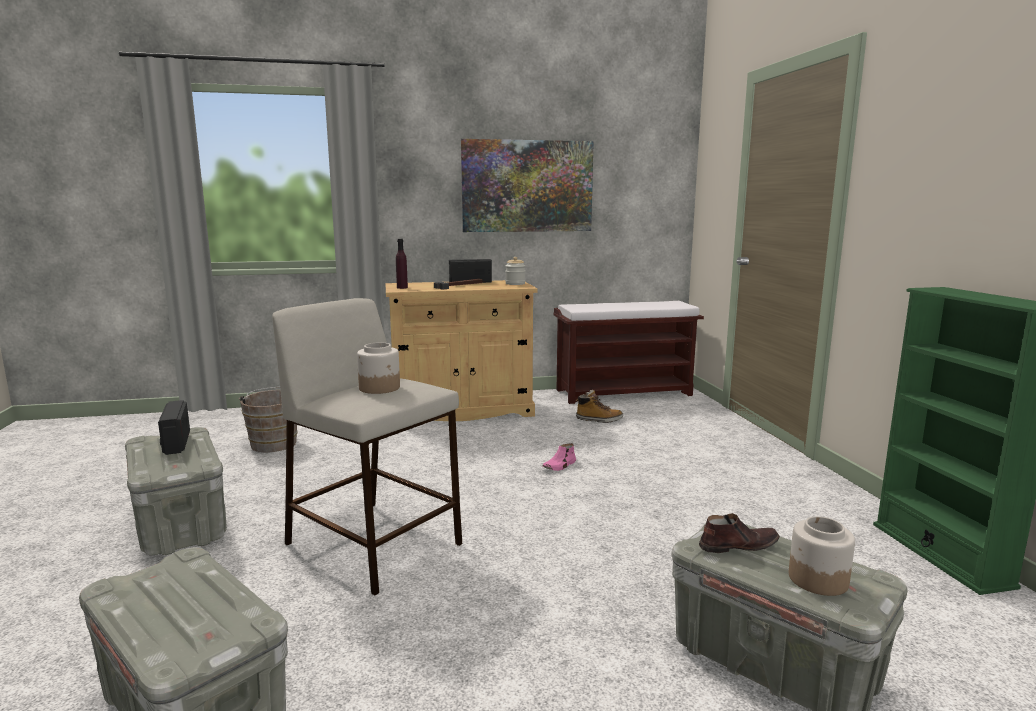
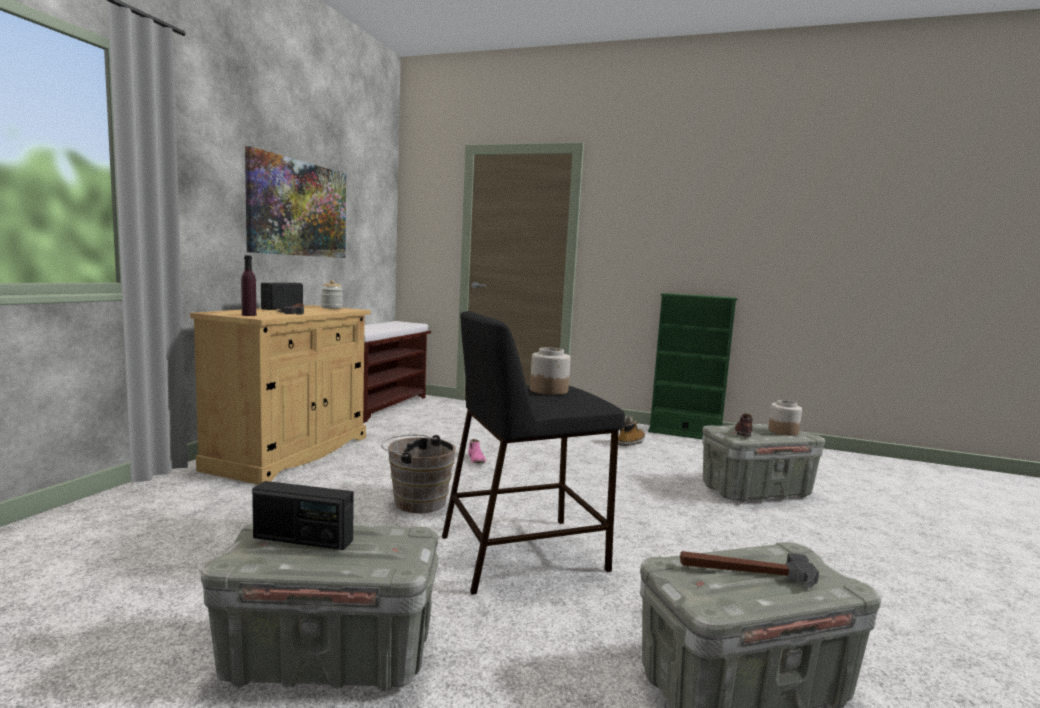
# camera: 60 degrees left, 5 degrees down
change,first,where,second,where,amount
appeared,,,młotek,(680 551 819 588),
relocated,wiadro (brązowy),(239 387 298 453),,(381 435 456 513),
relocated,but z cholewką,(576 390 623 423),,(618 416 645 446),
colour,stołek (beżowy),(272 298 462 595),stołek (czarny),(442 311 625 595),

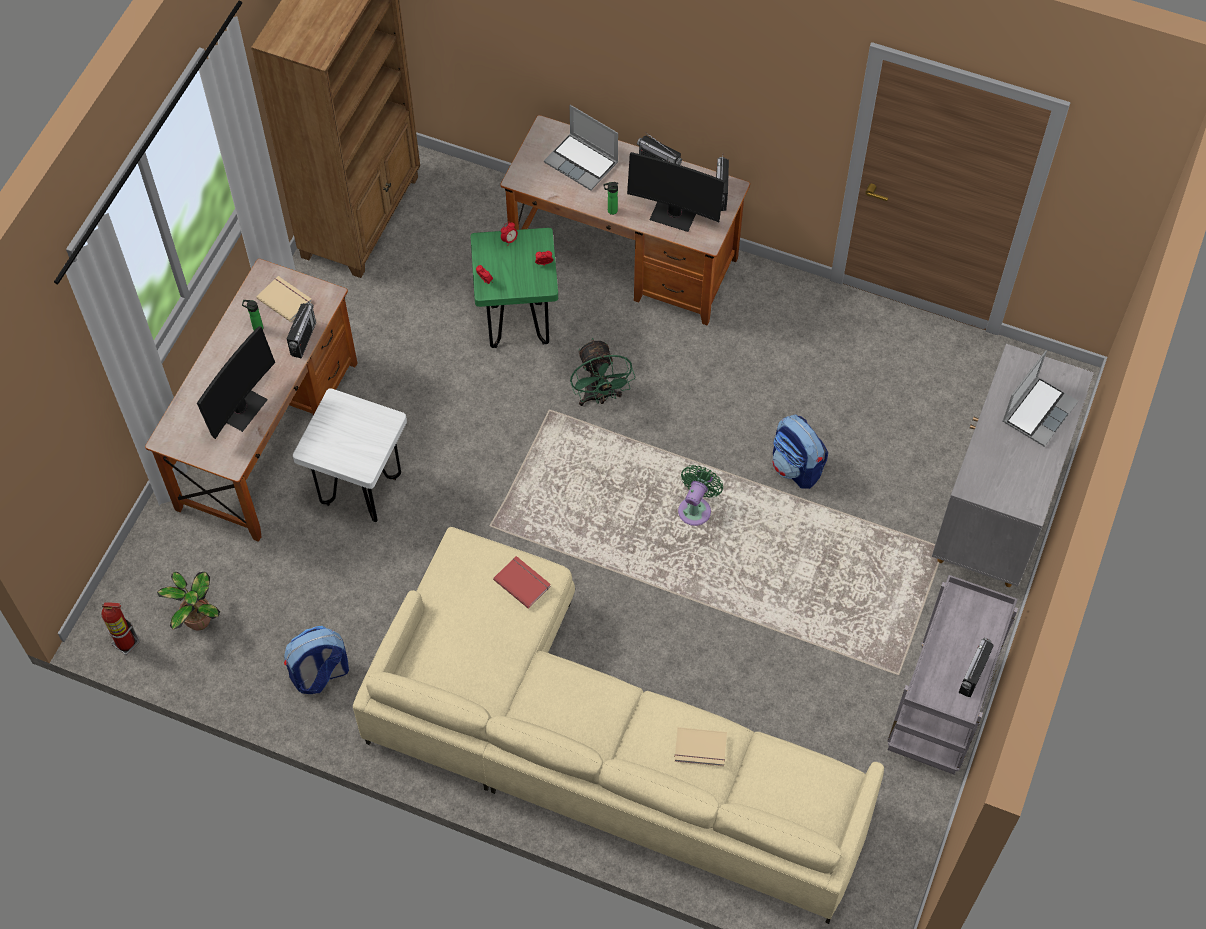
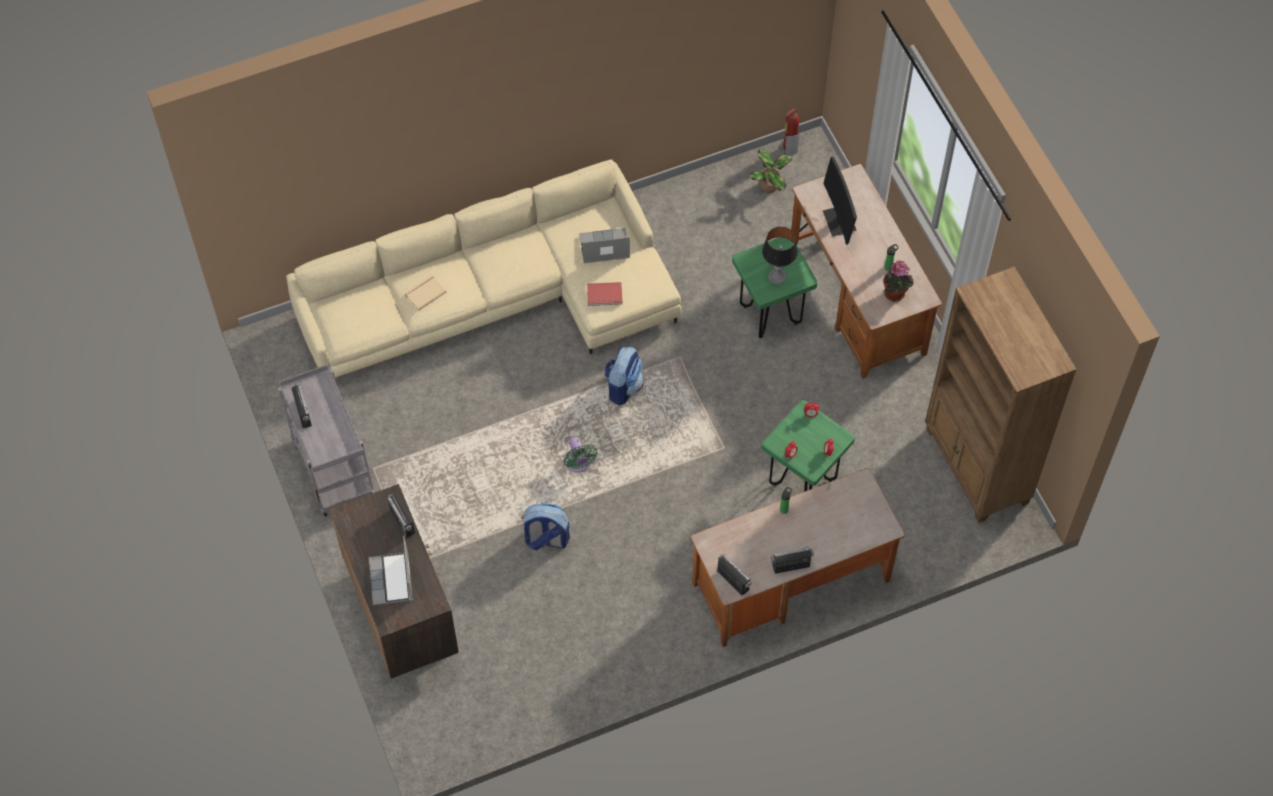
# camera: 135 degrees right, 0 degrees up
change,first,where,second,where,amount
missing,wentylator (zielony),(570 338 635 406),,,
missing,monitor,(627 152 724 232),,,
appeared,,,lampa stołowa,(762 227 798 284),
relocated,plecak,(284 626 349 694),,(605 347 644 405),
relocated,radio,(287 302 316 359),,(387 494 415 538),
relocated,laptop,(544 105 618 191),,(579 228 630 263),
exchanged,książka (beżowy),(256 276 312 322),roślina doniczkowa,(884 260 914 302),
colour,stołek (biały),(293 389 407 522),stołek (zielony),(732 237 817 338),
colour,szafka (szary),(932 344 1094 587),szafka (brązowy),(330 484 459 679),

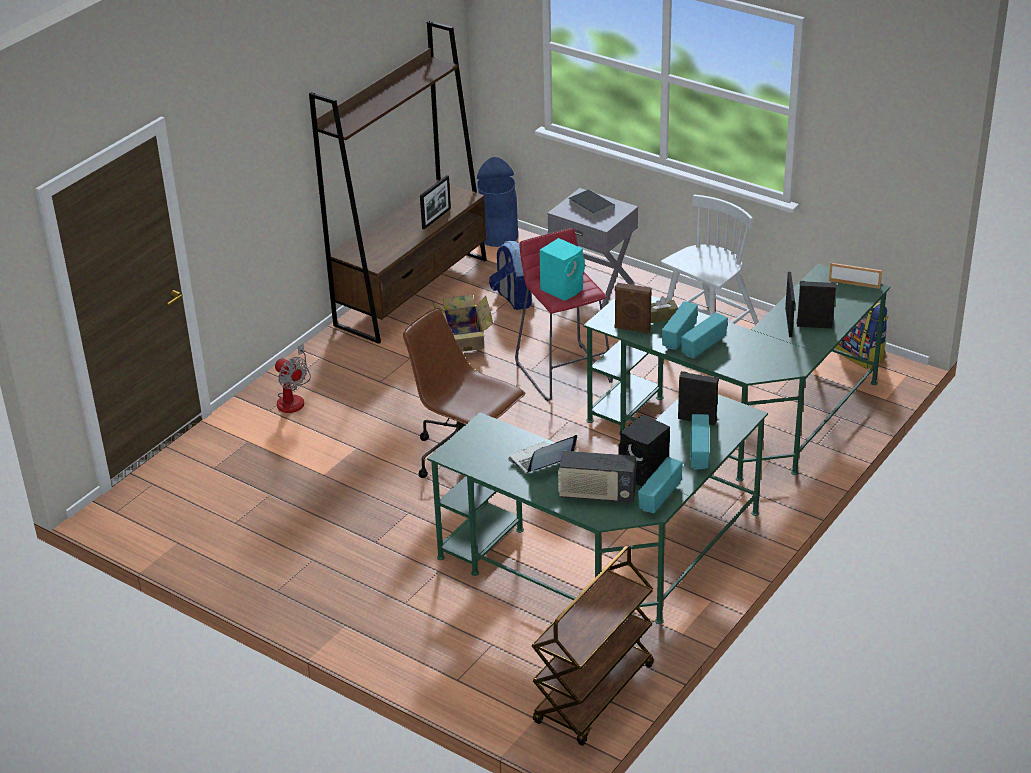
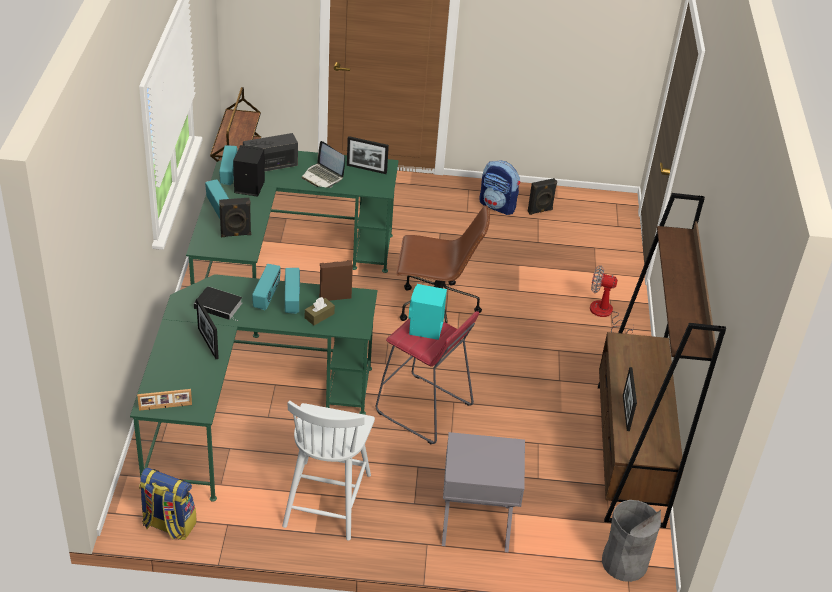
# camera: 145 degrees right, 5 degrees up
change,first,where,second,where,amount
missing,karton,(433 295 493 352),,,
appeared,,,ramka na zdjęcie,(347 136 389 174),
relocated,plecak,(489 241 532 310),,(479 160 520 215),
relocated,książka,(568 189 614 219),,(194 286 242 321),
relocated,głośnik (czarny),(797 281 837 329),,(528 178 557 215),
colour,kosz na śmieci (niebieski),(477 157 518 247),kosz na śmieci (szary),(602 500 661 582),
spun,laptop,(508 435 577 473),,(302 141 345 188),105 degrees clockwise

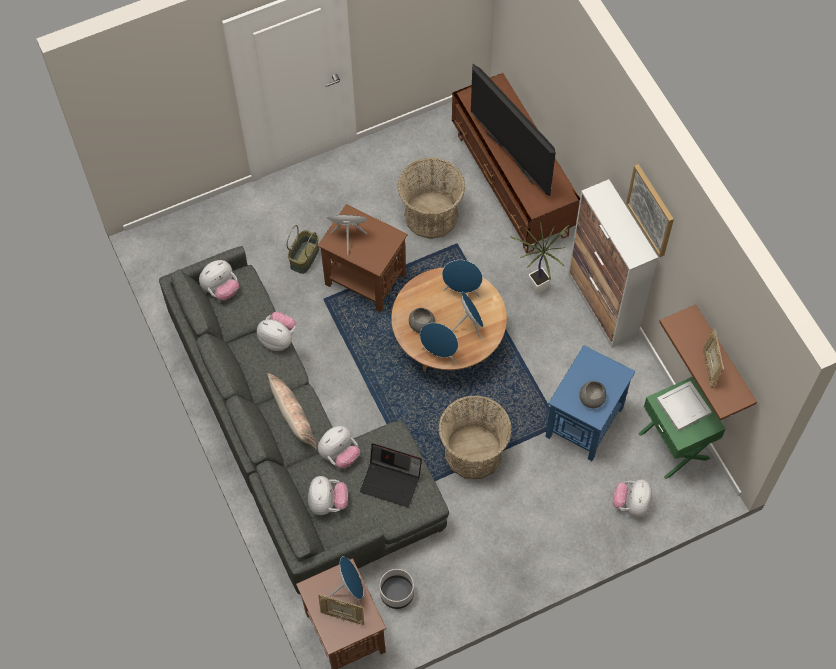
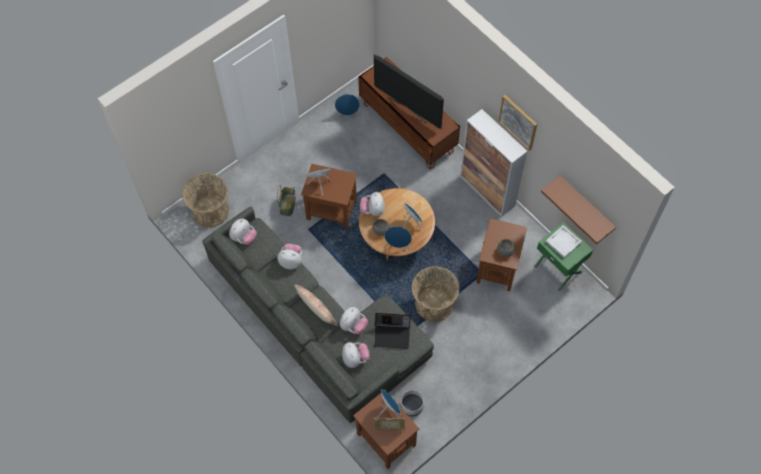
# camera: 15 degrees left, 0 degrees up
change,first,where,second,where,amount
missing,roślina doniczkowa,(511 221 569 295),,,
missing,ramka na zdjęcie,(703 328 724 388),,,
relocated,koszyk,(398 157 465 239),,(182 173 229 227),
relocated,głośnik (niebieski),(442 260 483 297),,(335 94 360 117),
relocated,pluszak,(613 479 652 517),,(360 192 385 216),
colour,stolik (niebieski),(545 345 636 461),stolik (brązowy),(476 218 527 291),

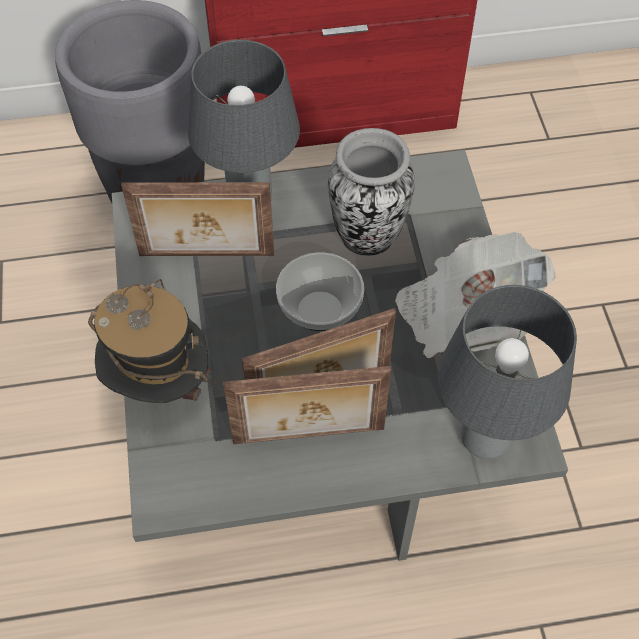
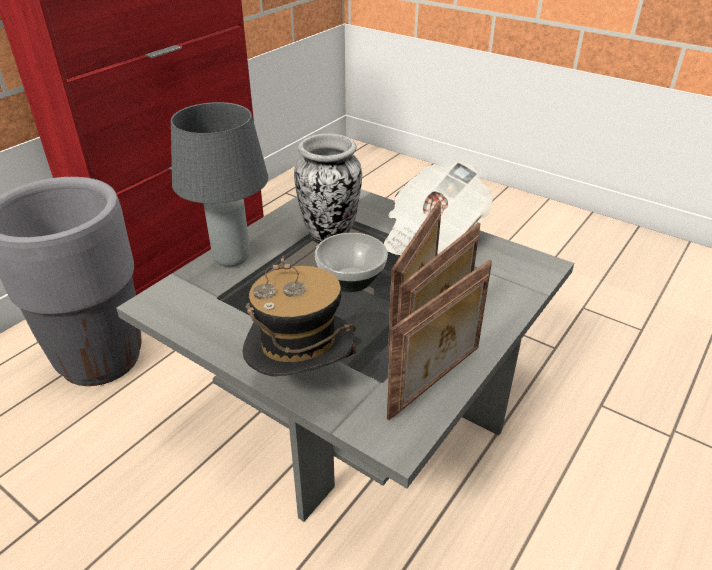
# camera: 45 degrees left, 20 degrees down
change,first,where,second,where,amount
missing,lampa stołowa (szary),(437 285 577 459),,,
relocated,ramka na zdjęcie,(121 182 274 256),,(386 260 492 421),

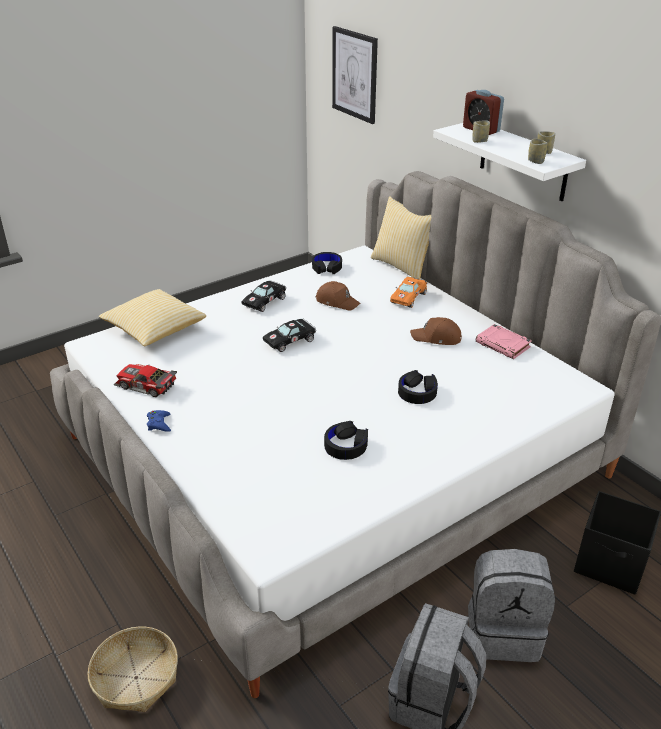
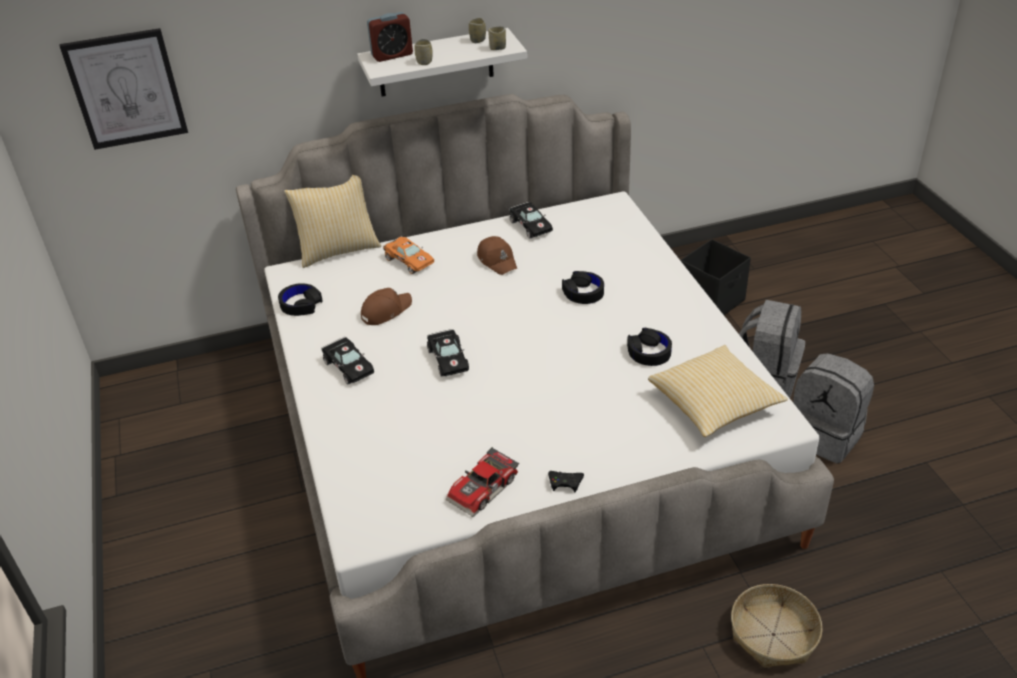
# camera: 70 degrees left, 5 degrees up
change,first,where,second,where,amount
relocated,poduszka,(99 289 206 346),,(648 345 788 437),
exchanged,książka (różowy),(476 324 532 359),samochodzik (czarny),(509 202 553 239),
colour,pad do gier (niebieski),(147 410 171 432),pad do gier (czarny),(548 471 584 492),
spun,czapka z daszkiem (brązowy),(410 317 462 345),,(477 236 517 275),60 degrees counterclockwise

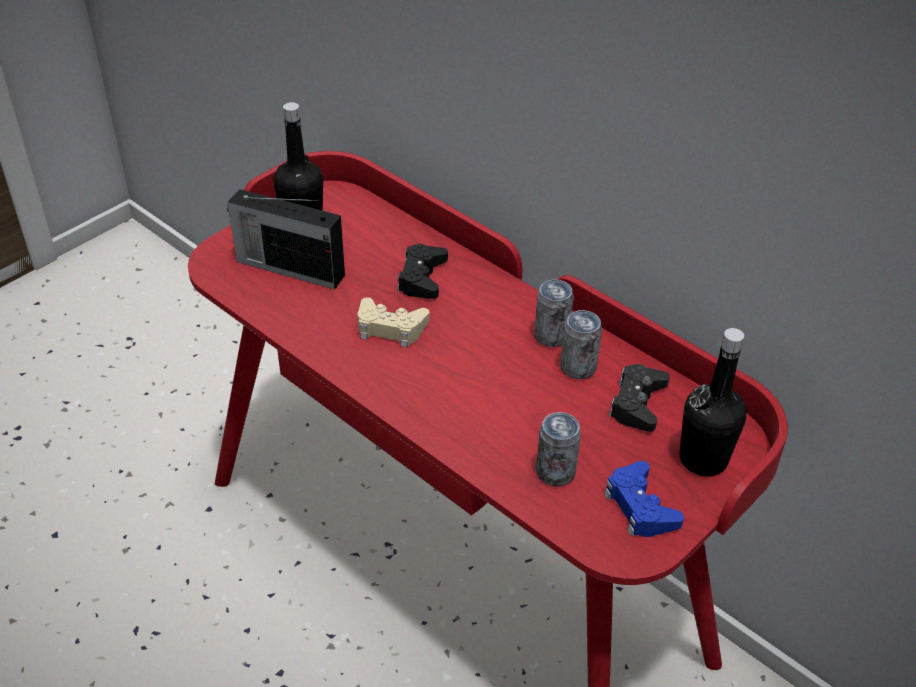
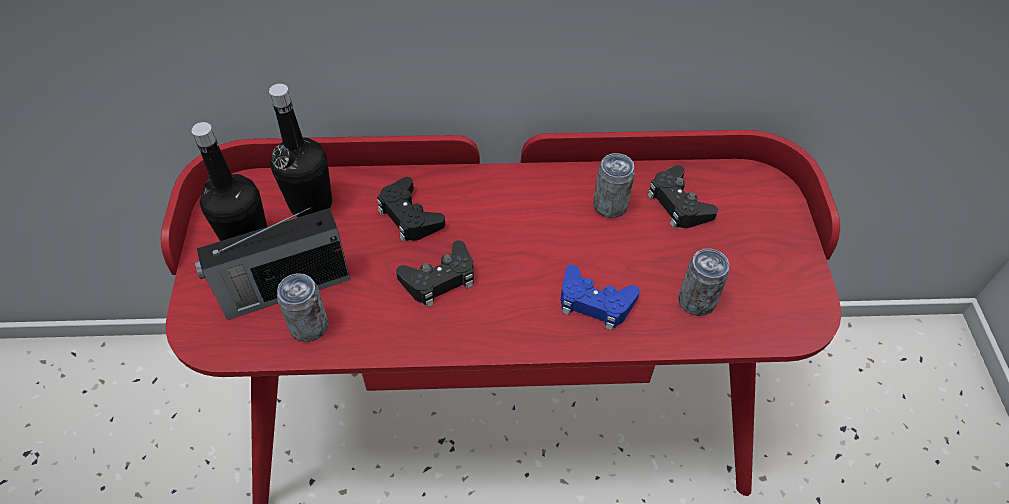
# camera: 45 degrees left, 10 degrees up
change,first,where,second,where,amount
relocated,puszka,(534 279 574 347),,(277 273 329 342),
relocated,pad do gier (niebieski),(604 461 684 537),,(560 265 640 330),
relocated,butelka (czarny),(679 328 746 476),,(269 84 332 217),
colour,pad do gier (beżowy),(357 297 429 347),pad do gier (czarny),(396 240 474 307),

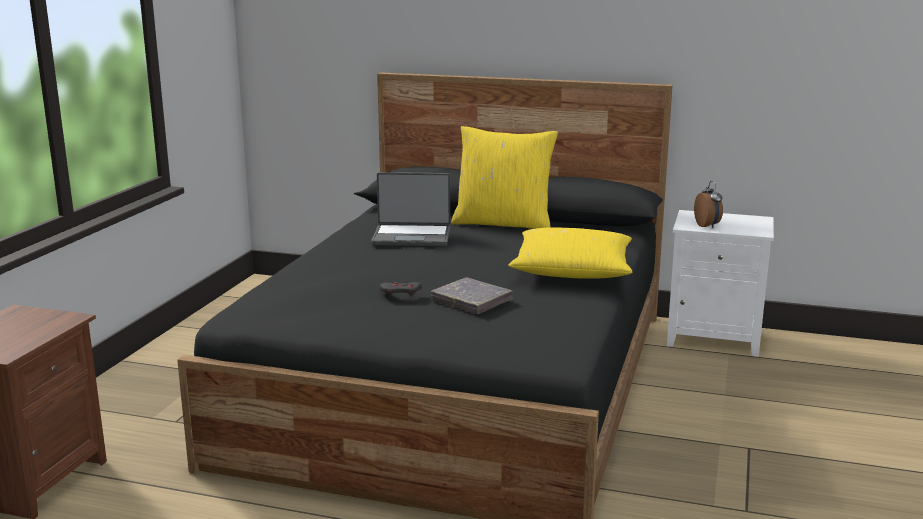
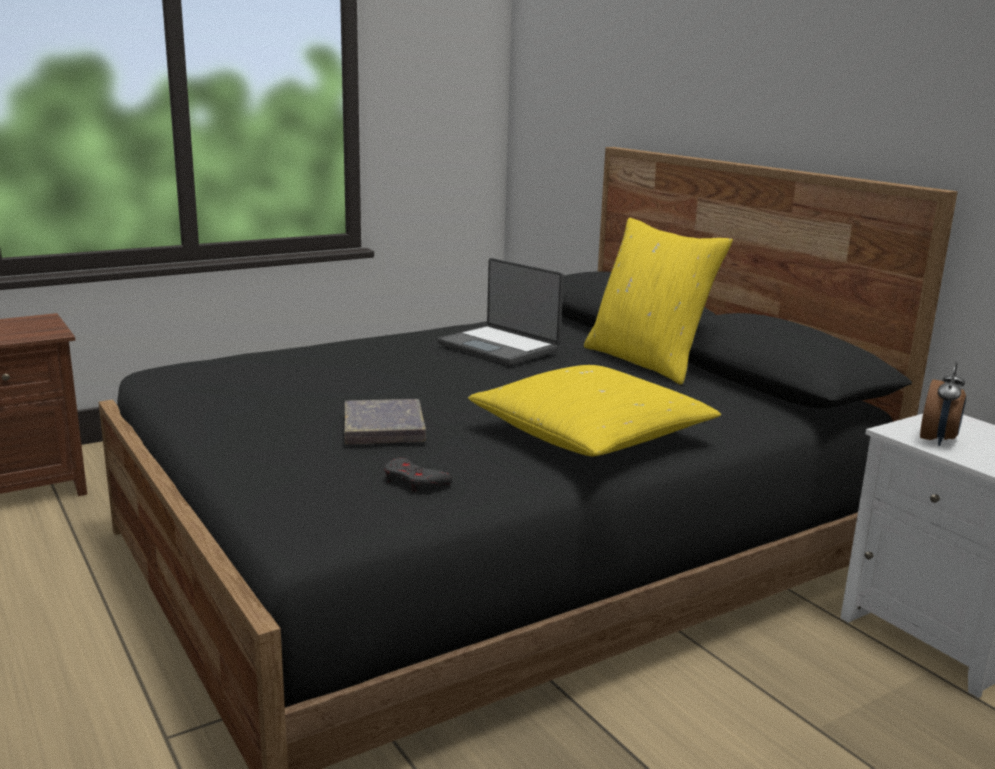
# camera: 40 degrees right, 0 degrees up
change,first,where,second,where,amount
relocated,pad do gier (szary),(380 282 422 297),,(384 458 452 492),

